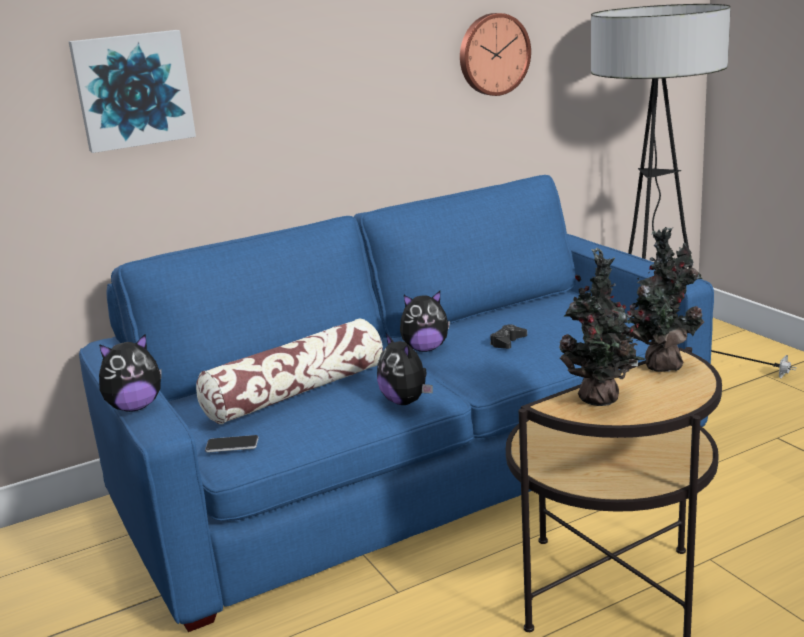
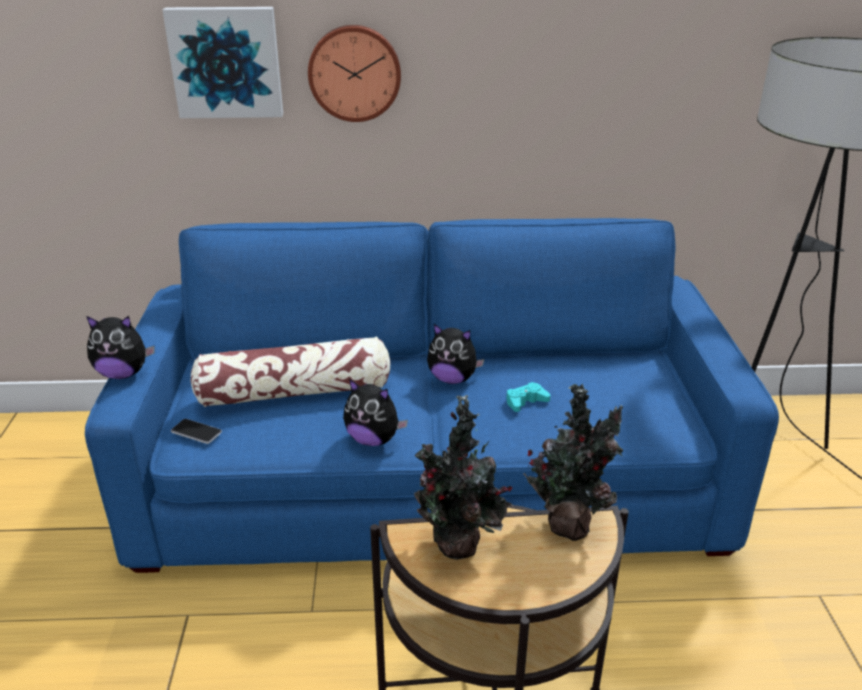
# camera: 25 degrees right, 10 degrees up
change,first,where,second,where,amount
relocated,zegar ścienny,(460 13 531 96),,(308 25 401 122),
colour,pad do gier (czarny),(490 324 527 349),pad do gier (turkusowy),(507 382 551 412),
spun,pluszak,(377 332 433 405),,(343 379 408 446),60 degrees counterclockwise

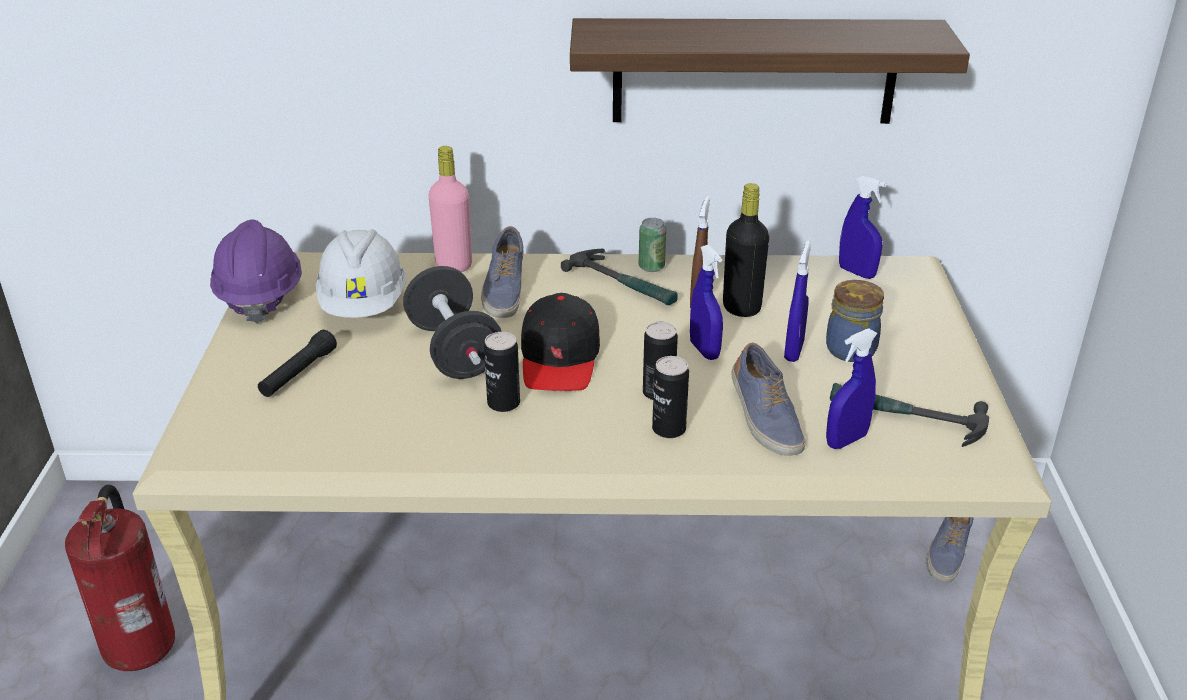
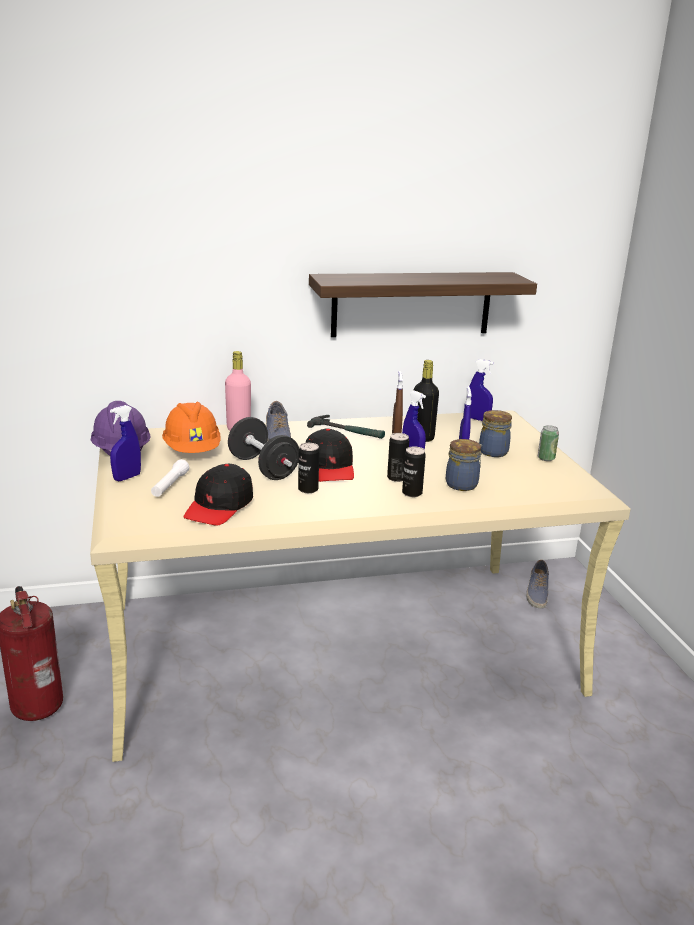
# camera: 15 degrees left, 10 degrees down
change,first,where,second,where,amount
missing,młotek,(830 383 989 447),,,
appeared,,,czapka z daszkiem (czarny),(184 464 253 526),
relocated,puszka,(639 218 666 272),,(538 425 559 461),
relocated,spryskiwacz (niebieski),(826 328 878 449),,(110 405 141 481),
exchanged,but,(731 342 806 456),słoik,(446 439 482 491),
colour,latarka (czarny),(258 330 337 397),latarka (biały),(151 459 189 497),
colour,kask (biały),(316 229 407 318),kask (pomarańczowy),(162 402 221 453),

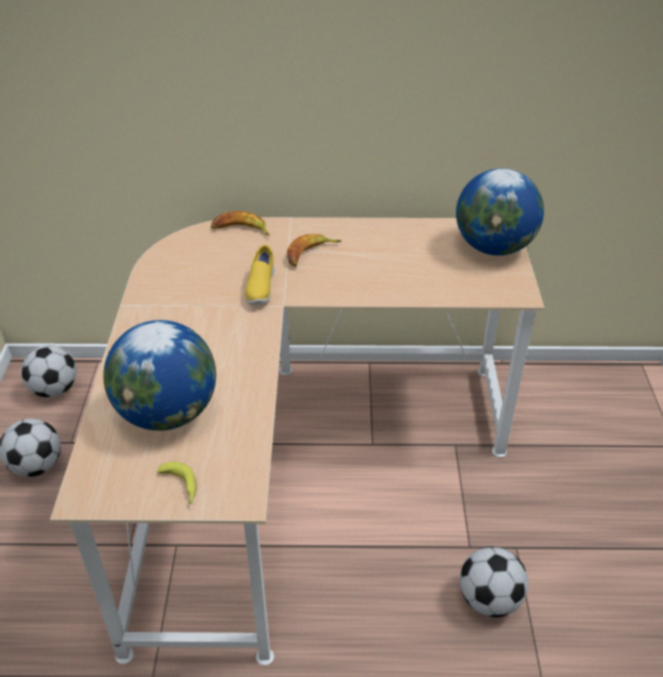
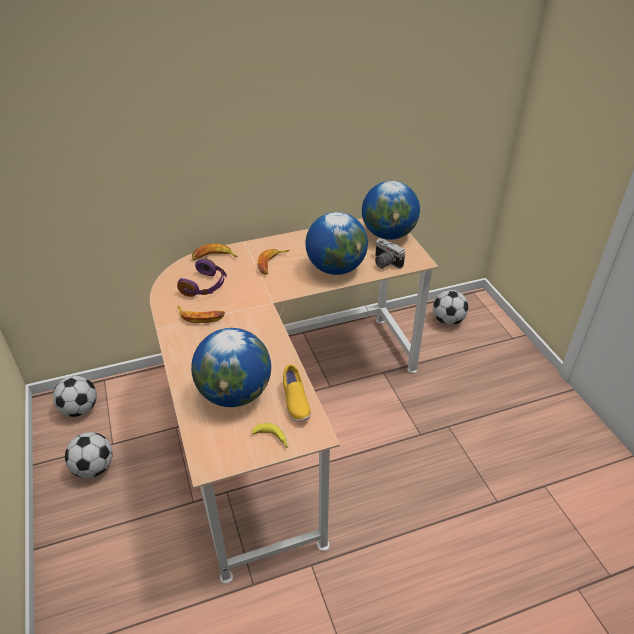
# camera: 20 degrees left, 0 degrees up
change,first,where,second,where,amount
appeared,,,słuchawki (fioletowy),(177 259 227 297),
appeared,,,banan,(178 306 225 323),
appeared,,,globus,(305 212 368 275),
appeared,,,aparat fotograficzny,(374 238 405 269),
relocated,but (żółty),(245 244 275 305),,(283 364 311 422),
relocated,piłka futbolowa,(460 547 528 617),,(433 290 469 325),

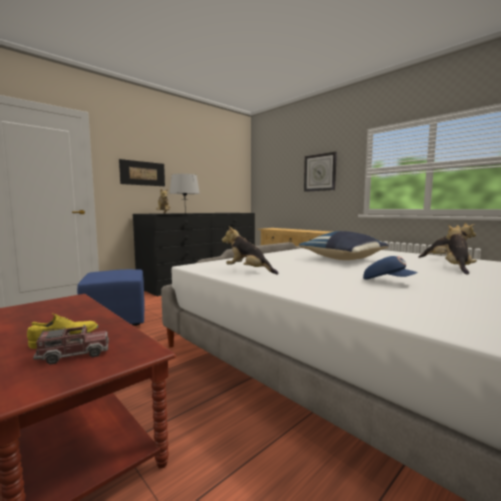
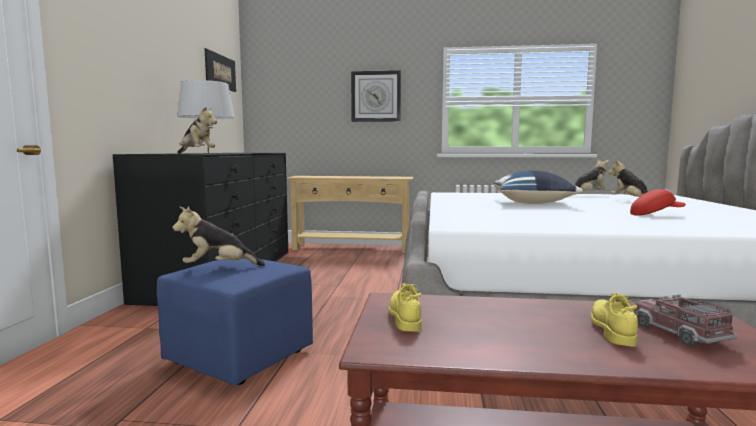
# camera: 40 degrees left, 0 degrees up
change,first,where,second,where,amount
appeared,,,but (żółty),(389 283 421 332),
relocated,obraz,(119 159 165 186),,(205 48 236 92),
relocated,pluszak,(222 226 279 274),,(172 206 265 266),
colour,czapka z daszkiem (niebieski),(363 256 418 280),czapka z daszkiem (czerwony),(630 189 686 216),
spun,ciężarówka zabawkowa,(33 325 109 365),,(633 294 738 347),45 degrees counterclockwise

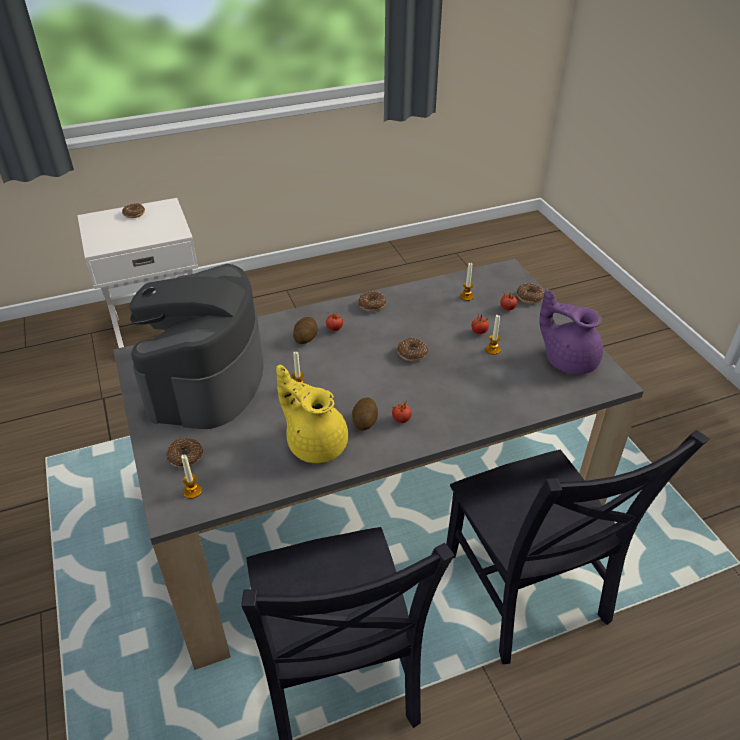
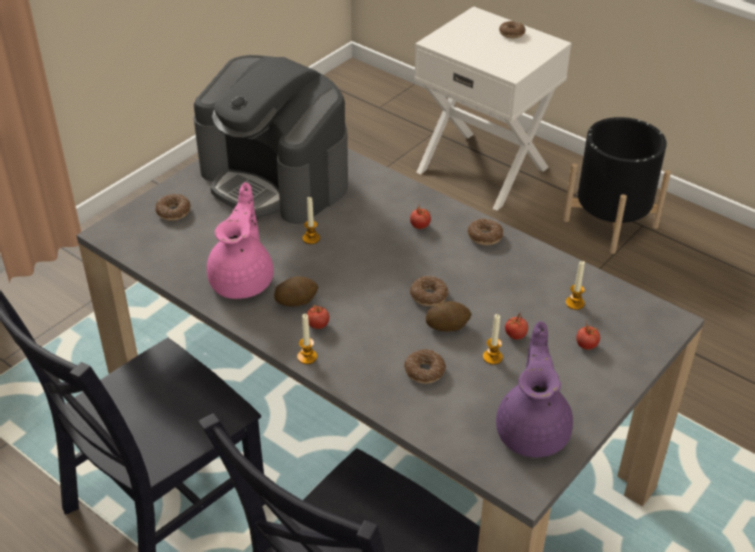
# camera: 60 degrees right, 0 degrees up
change,first,where,second,where,amount
appeared,,,donica (czarny),(563 117 671 254),
relocated,świeca,(181 455 202 499),,(297 314 317 364),
relocated,ziemniak,(293 317 318 344),,(426 301 472 332),
relocated,donut,(517 283 544 304),,(404 349 446 384),
colour,imbryk (żółty),(276 365 348 463),imbryk (różowy),(207 182 274 299),
spun,ekspres do kawy,(129 264 264 429),,(194 55 348 224),120 degrees counterclockwise

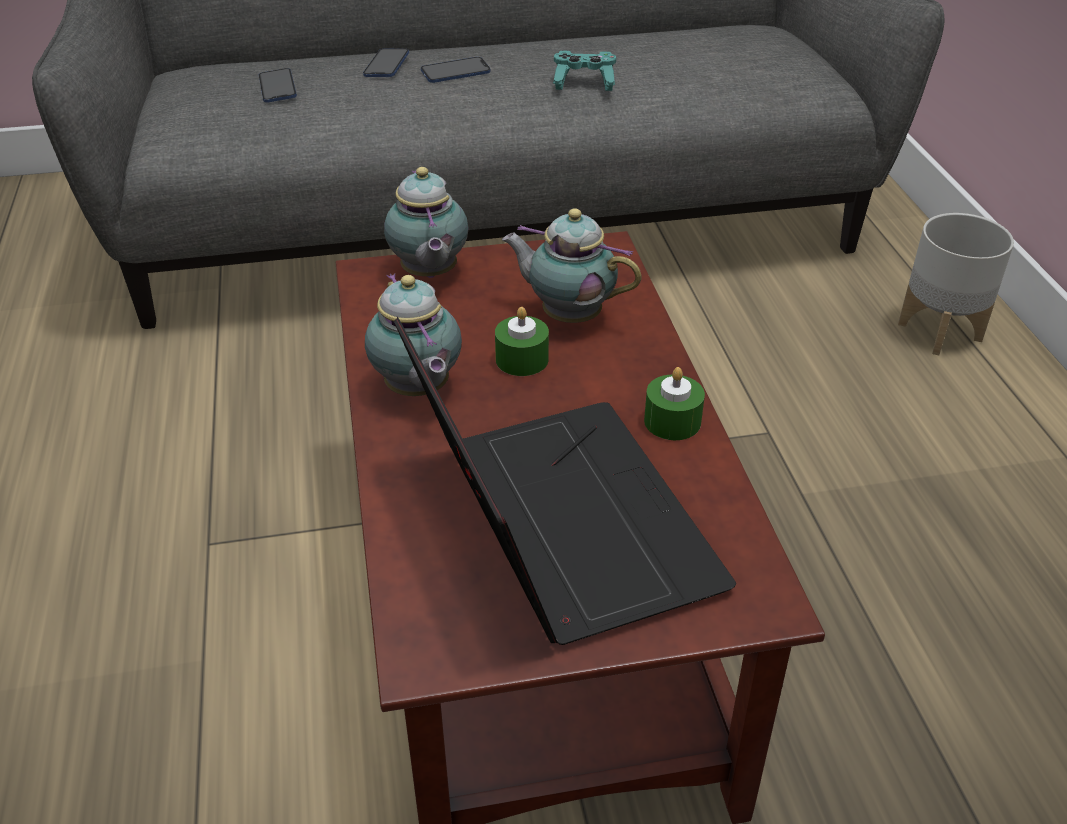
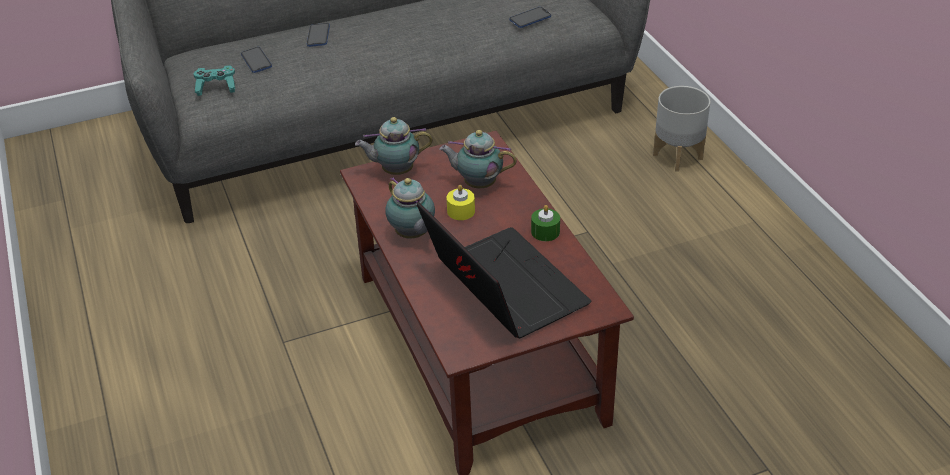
# camera: 10 degrees left, 0 degrees up
change,first,where,second,where,amount
relocated,telefon,(421 57 490 83),,(510 7 551 28),
relocated,pad do gier (turkusowy),(553 51 616 91),,(193 65 235 96),
colour,świeca (zielony),(495 307 549 376),świeca (żółty),(447 185 475 220),
spun,imbryk,(384 167 468 278),,(355 117 433 175),105 degrees clockwise

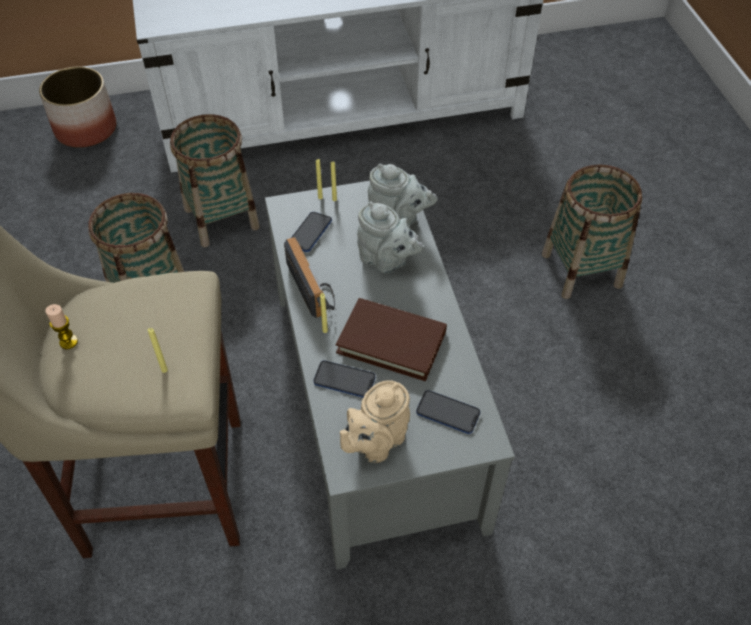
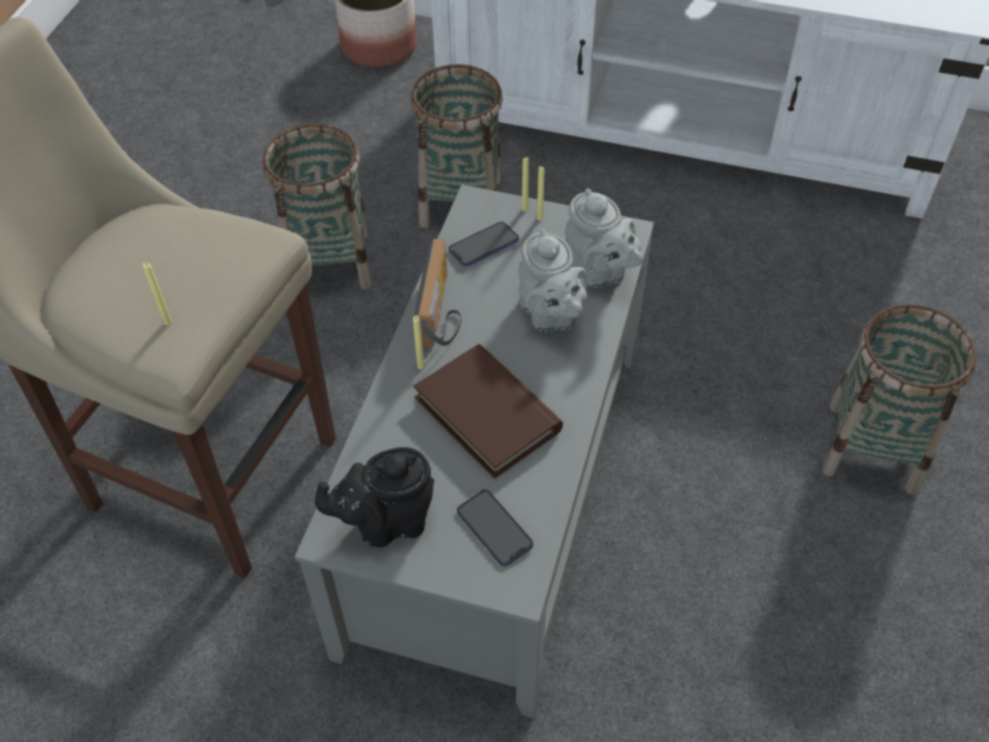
# camera: 30 degrees right, 0 degrees up
change,first,where,second,where,amount
missing,świeca,(45 304 78 349),,,
missing,telefon,(313 360 375 397),,,
colour,imbryk (beżowy),(340 380 410 463),imbryk (czarny),(315 447 434 547),

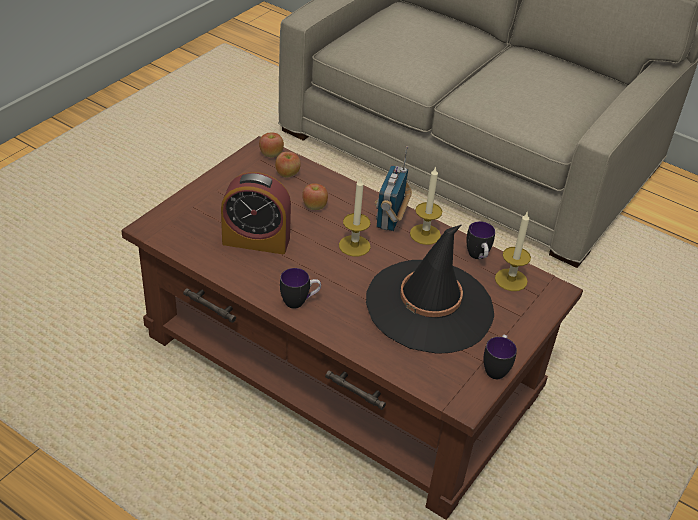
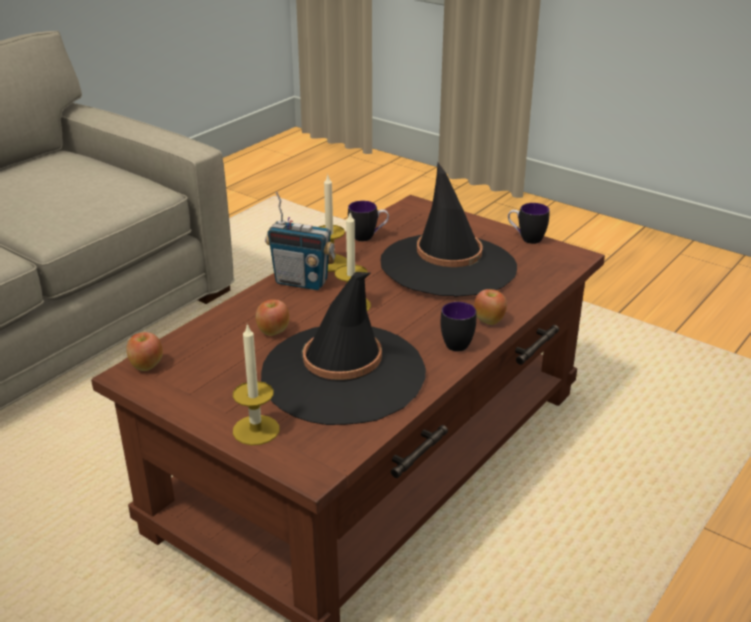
# camera: 85 degrees left, 10 degrees down
change,first,where,second,where,amount
relocated,jabłko,(275 152 301 178),,(474 289 507 325),
relocated,świeca,(495 211 531 291),,(233 323 279 445),
exchanged,budzik,(221 172 291 254),kapelusz (czarny),(261 272 426 425),

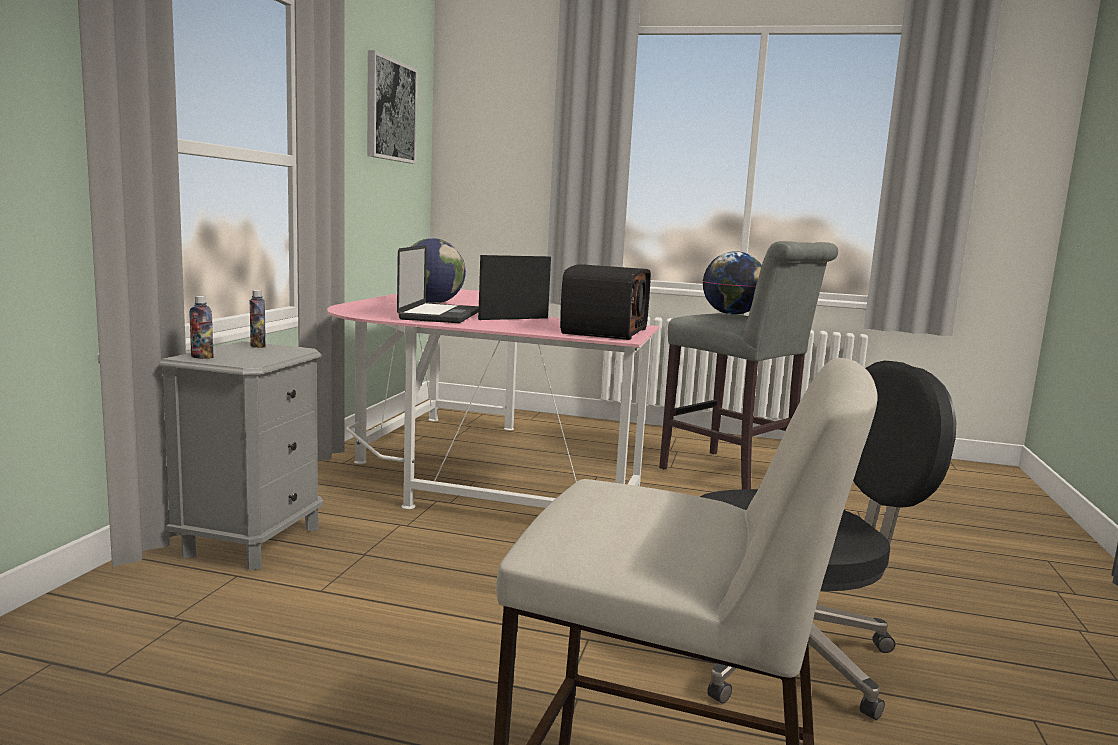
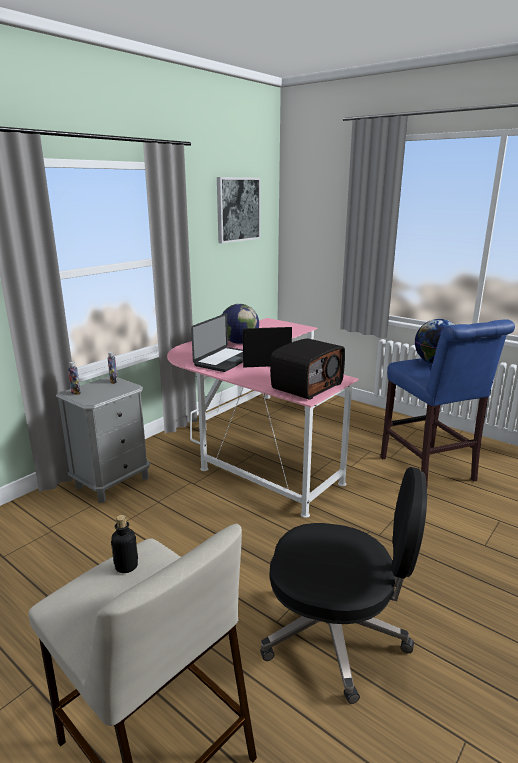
# camera: 25 degrees right, 10 degrees up
change,first,where,second,where,amount
appeared,,,butelka,(111 515 138 573),
colour,stołek (szary),(659 241 838 490),stołek (niebieski),(381 320 515 487),

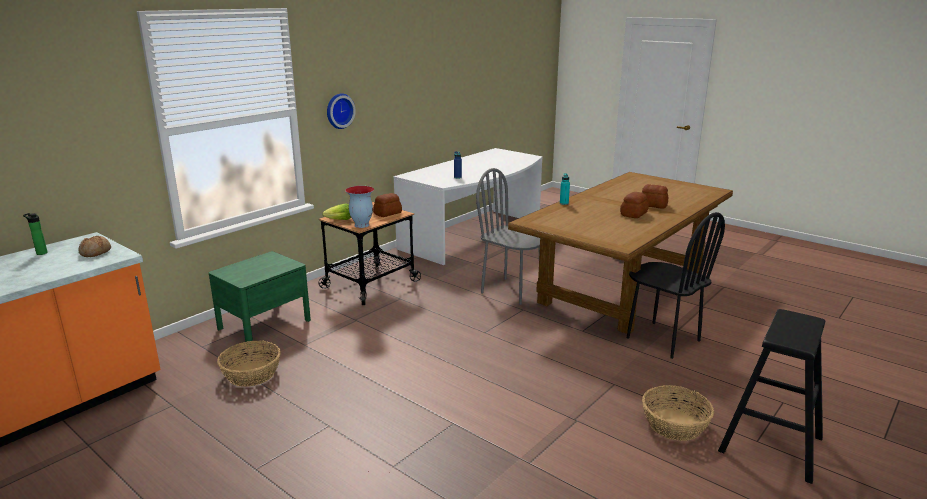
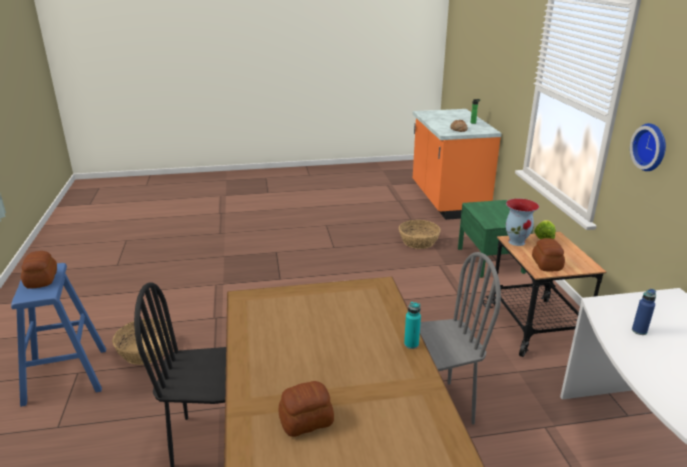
# camera: 130 degrees right, 5 degrees up
change,first,where,second,where,amount
relocated,chleb,(620 192 649 218),,(21 251 57 289),
colour,stołek (czarny),(718 309 825 484),stołek (niebieski),(11 263 106 407),

